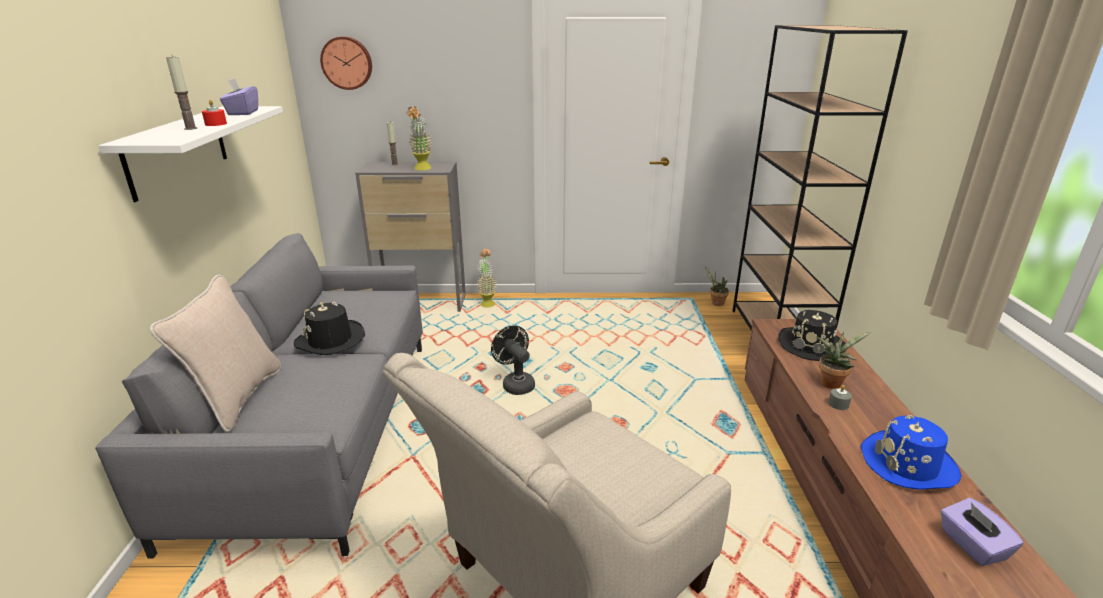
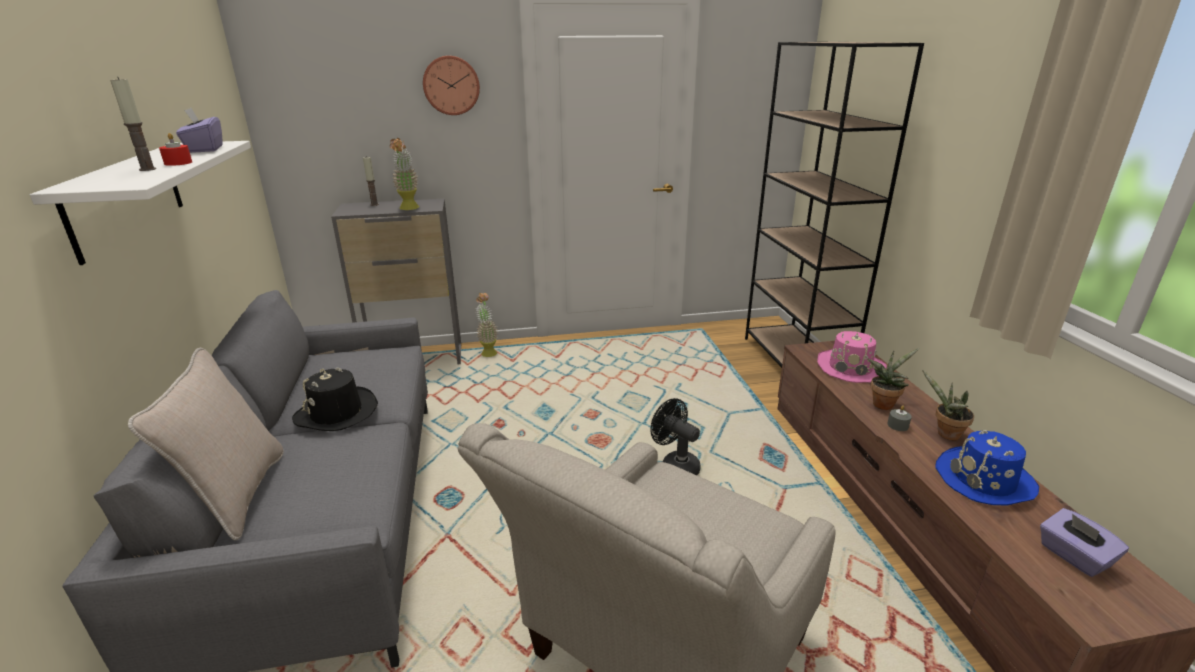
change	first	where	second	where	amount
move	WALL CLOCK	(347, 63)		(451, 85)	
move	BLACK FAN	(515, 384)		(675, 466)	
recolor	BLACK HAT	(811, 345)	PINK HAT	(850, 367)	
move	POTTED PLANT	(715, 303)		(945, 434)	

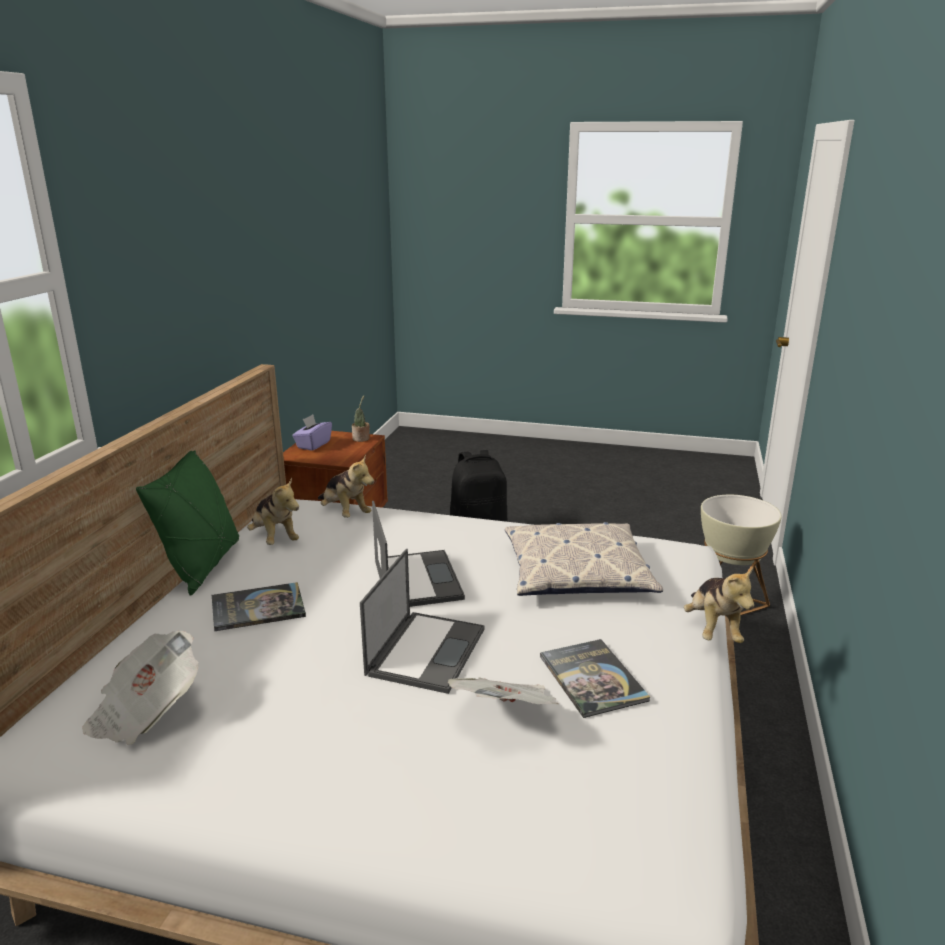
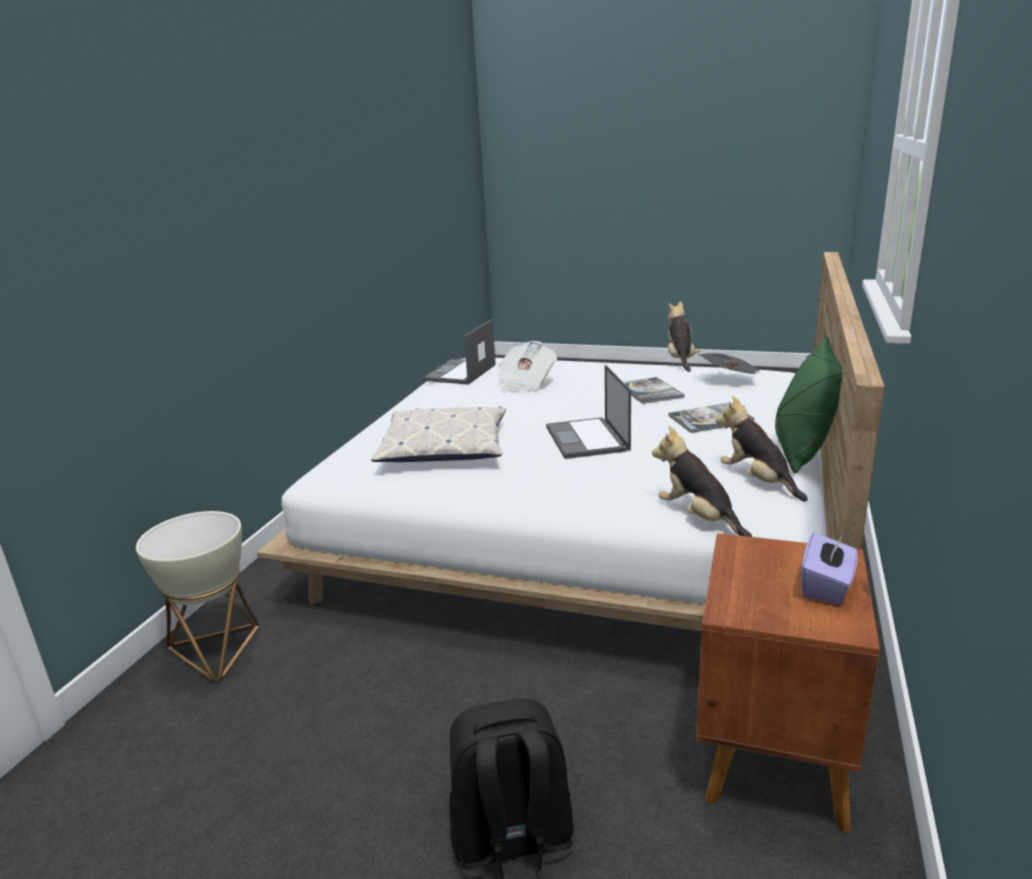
change	first	where	second	where	amount
move	LAPTOP	(426, 650)		(460, 373)	
move	BOOK	(592, 678)		(649, 391)	
move	PLUSH TOY	(713, 629)		(680, 360)	
delete	POTTED PLANT	(361, 439)			

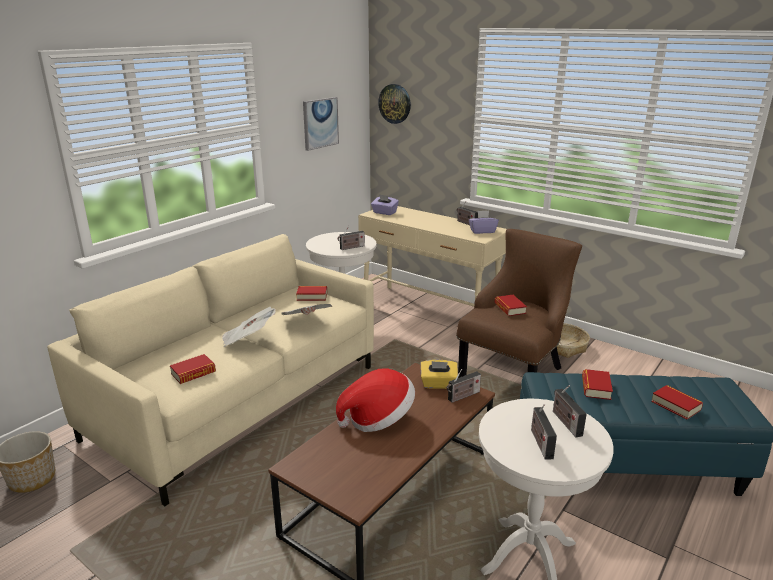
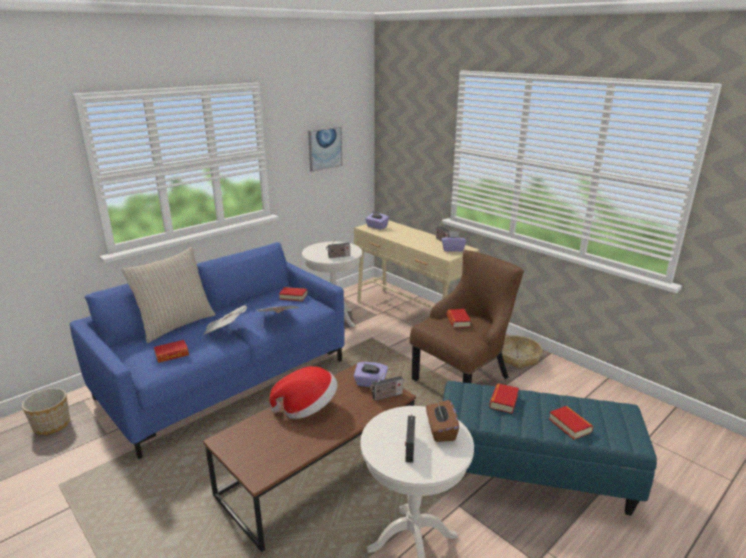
change	first	where	second	where	amount
recolor	BEIGE SOFA	(239, 401)	BLUE SOFA	(225, 379)	
insert			BEIGE PILLOW	(176, 324)	
recolor	YELLOW TISSUE BOX	(438, 384)	PURPLE TISSUE BOX	(370, 383)	
replace	RADIO	(565, 422)	BROWN TISSUE BOX	(440, 431)	
delete	WALL CLOCK	(395, 103)			

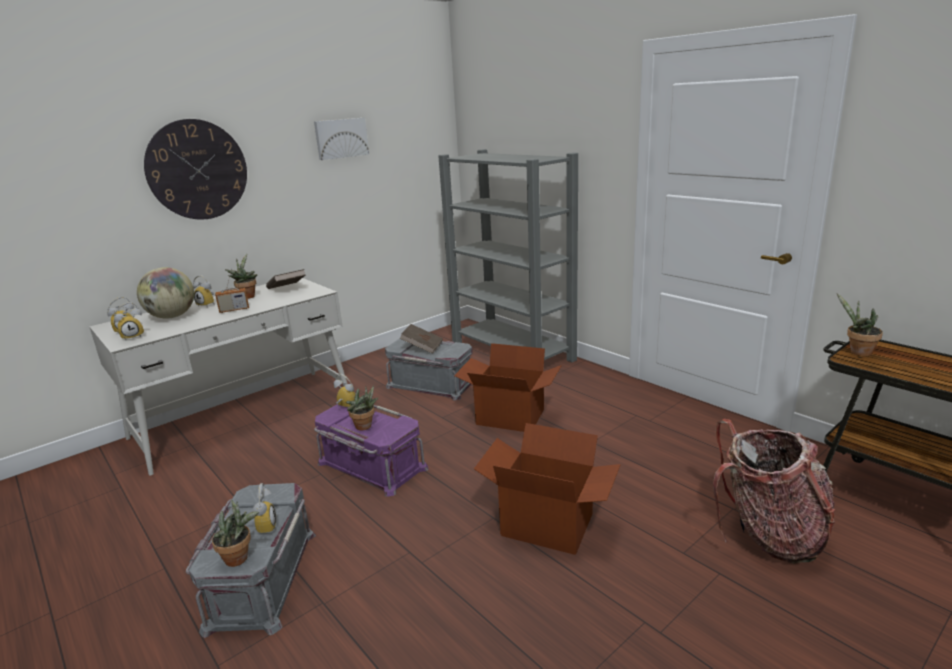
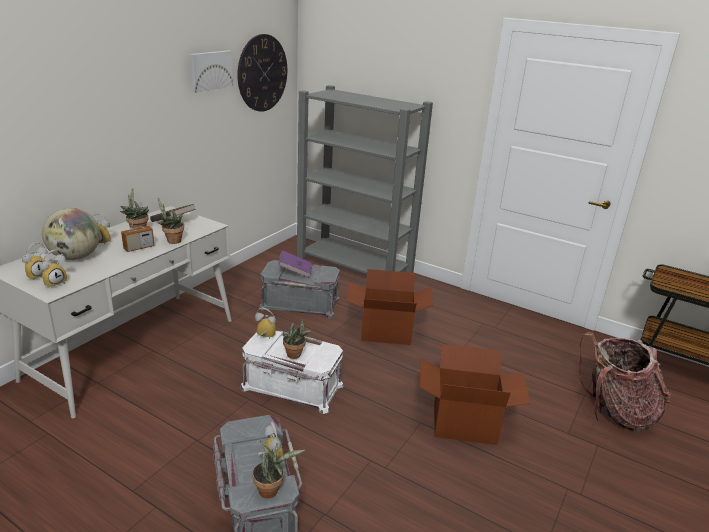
change	first	where	second	where	amount
move	POTTED PLANT	(857, 352)		(172, 241)	
move	WALL CLOCK	(197, 170)		(262, 73)	
recolor	PURPLE STORAGE BOX	(370, 466)	WHITE STORAGE BOX	(291, 387)	
recolor	BROWN BOOK	(422, 347)	PURPLE BOOK	(295, 271)	

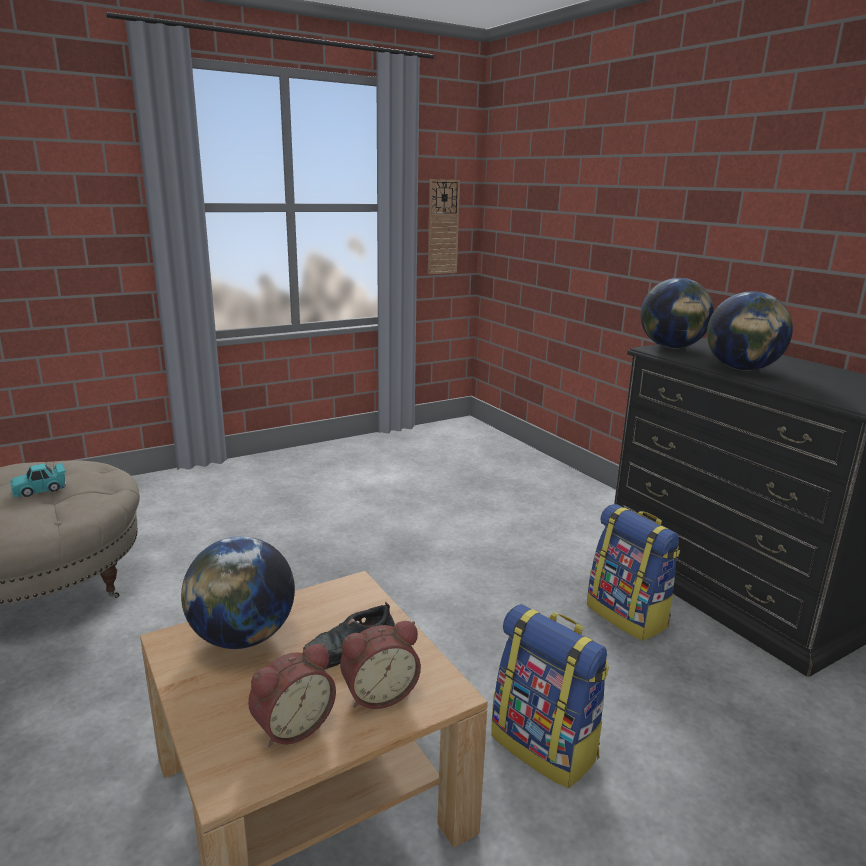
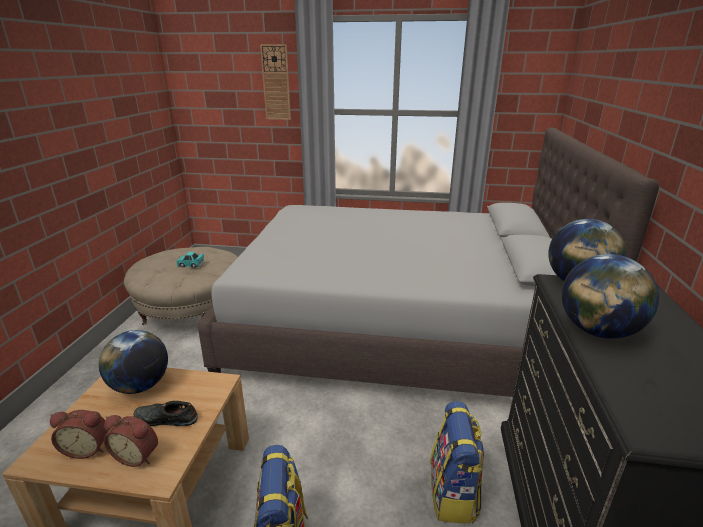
change	first	where	second	where	amount
insert			GREY BED	(396, 326)	
move	WALL CLOCK	(442, 227)		(276, 83)	

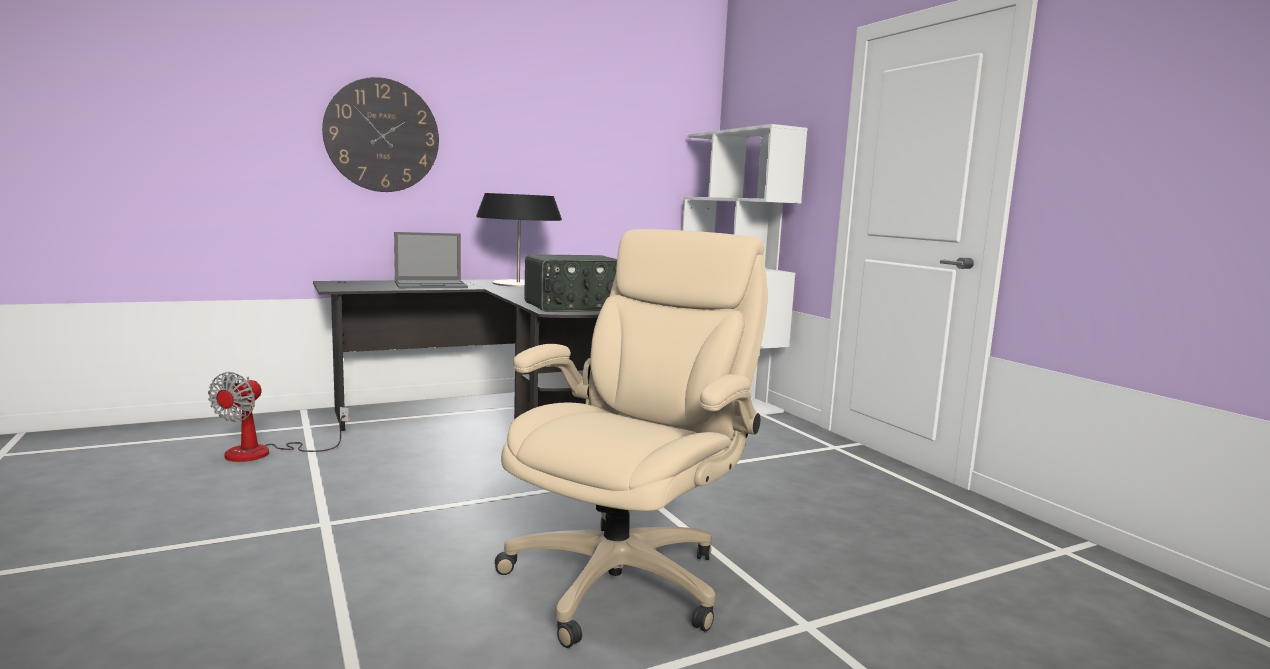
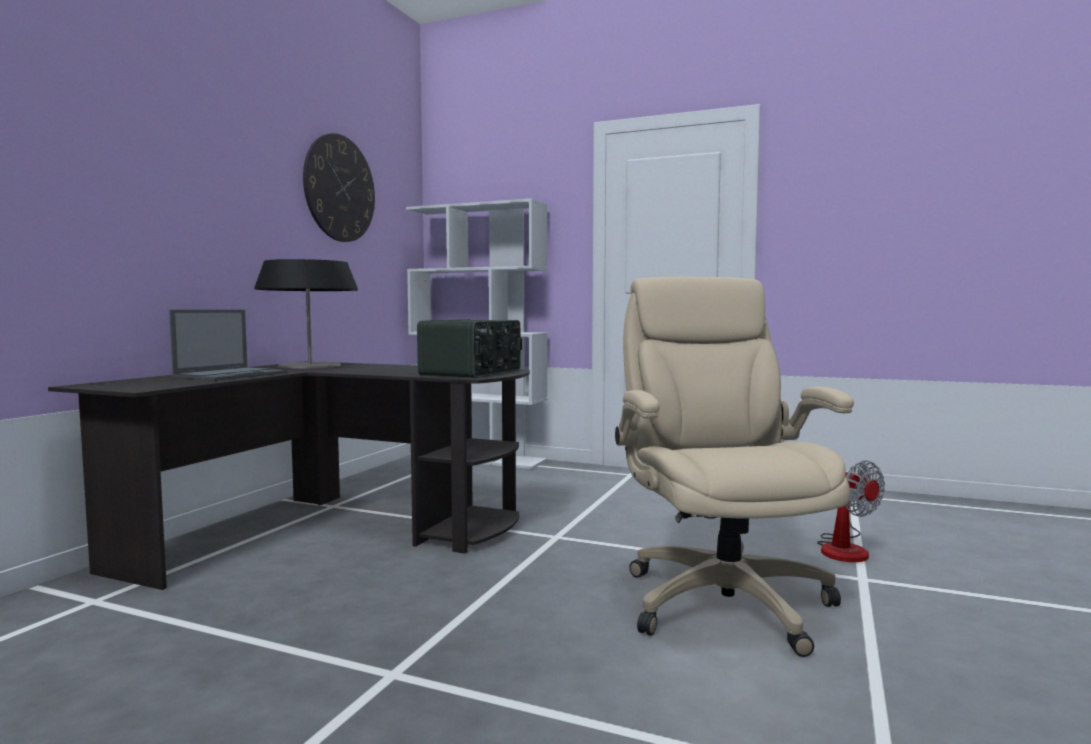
change	first	where	second	where	amount
move	WALL CLOCK	(382, 135)		(340, 188)	
move	FAN	(264, 453)		(844, 548)	

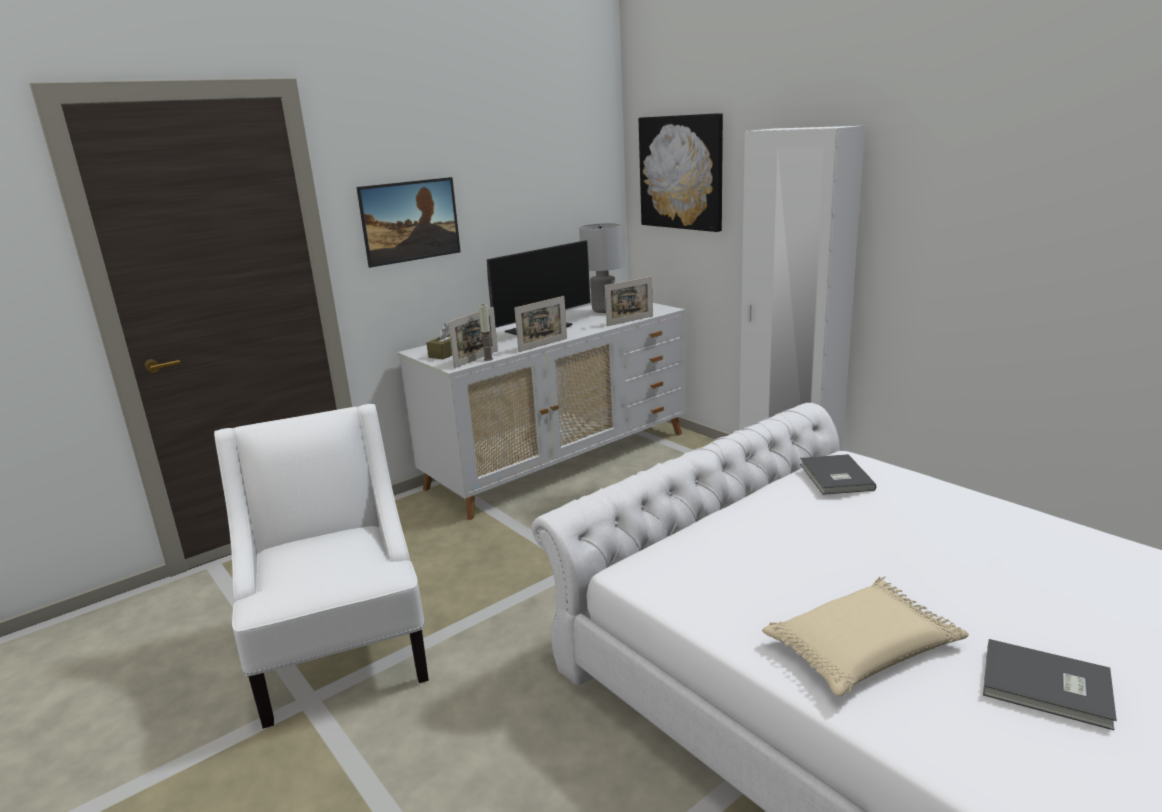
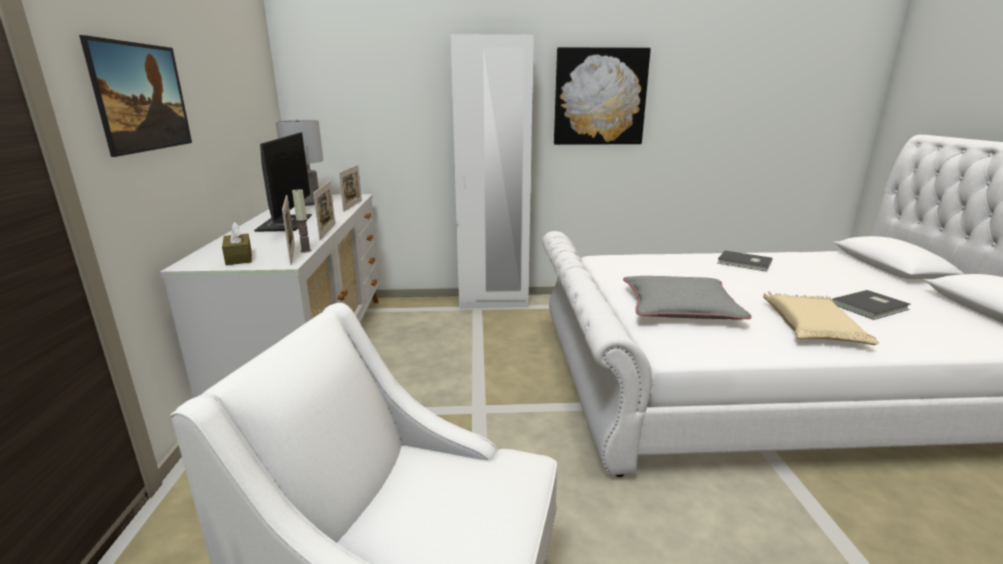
change	first	where	second	where	amount
move	PICTURE	(681, 172)		(599, 97)	
insert			GREY PILLOW	(680, 308)	
move	GREY BOOK	(834, 477)		(745, 263)	

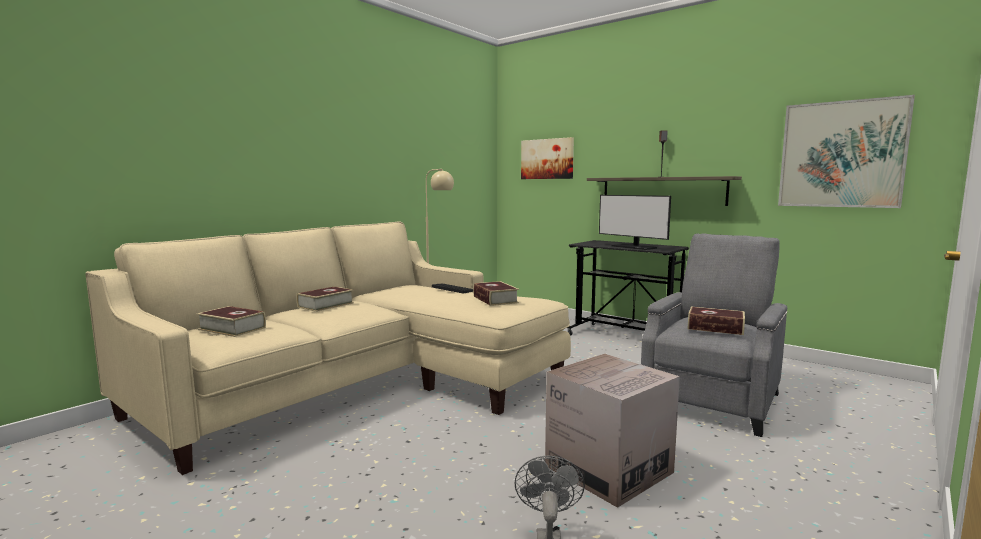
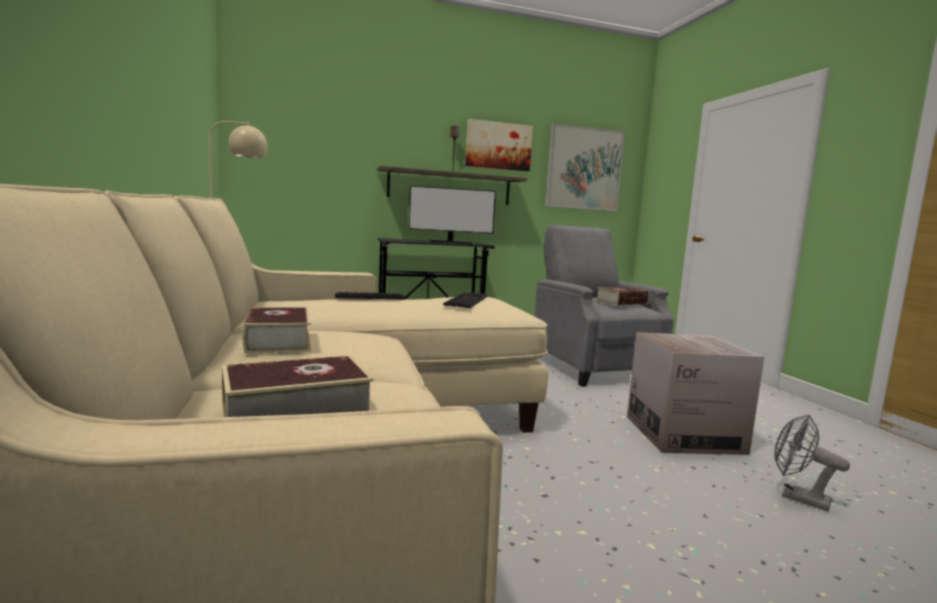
change	first	where	second	where	amount
replace	BOOK	(495, 299)	KEYBOARD	(465, 300)	
move	PICTURE	(547, 159)		(498, 146)	

